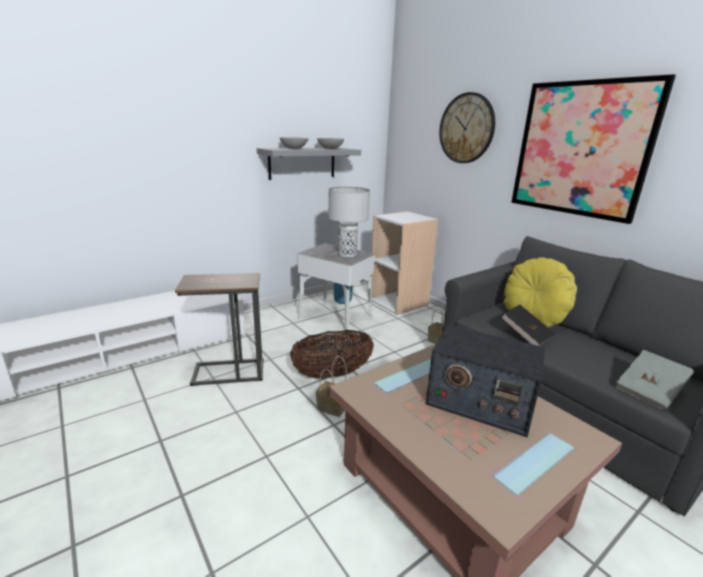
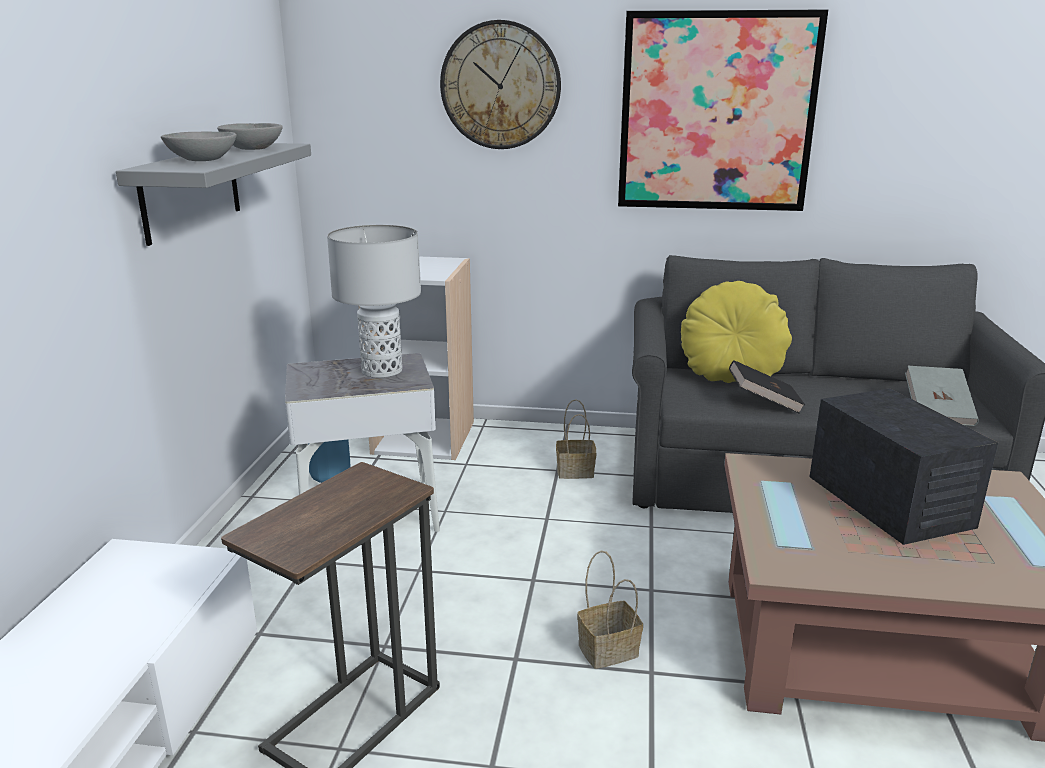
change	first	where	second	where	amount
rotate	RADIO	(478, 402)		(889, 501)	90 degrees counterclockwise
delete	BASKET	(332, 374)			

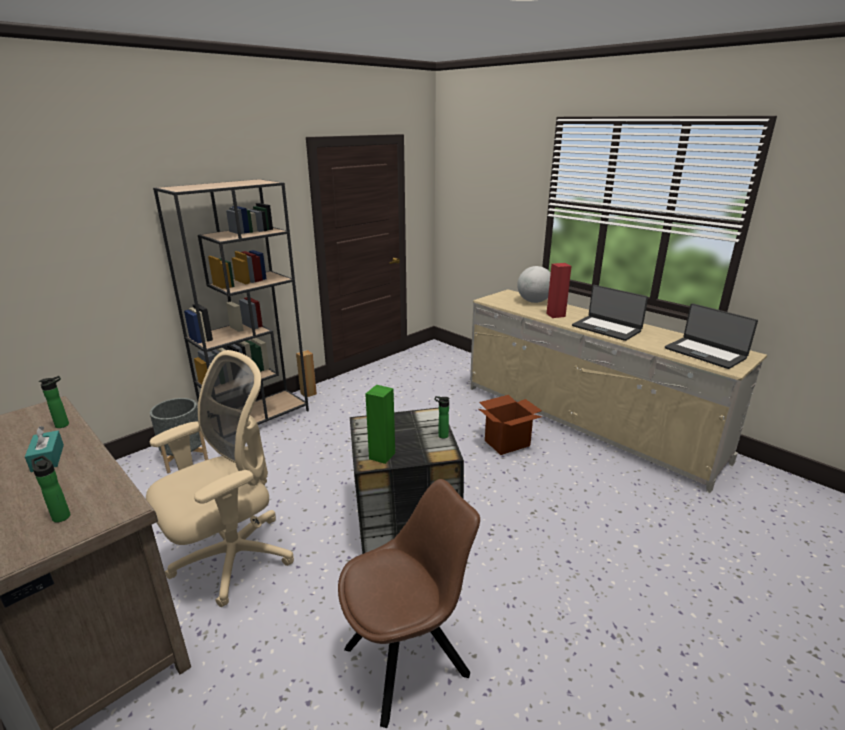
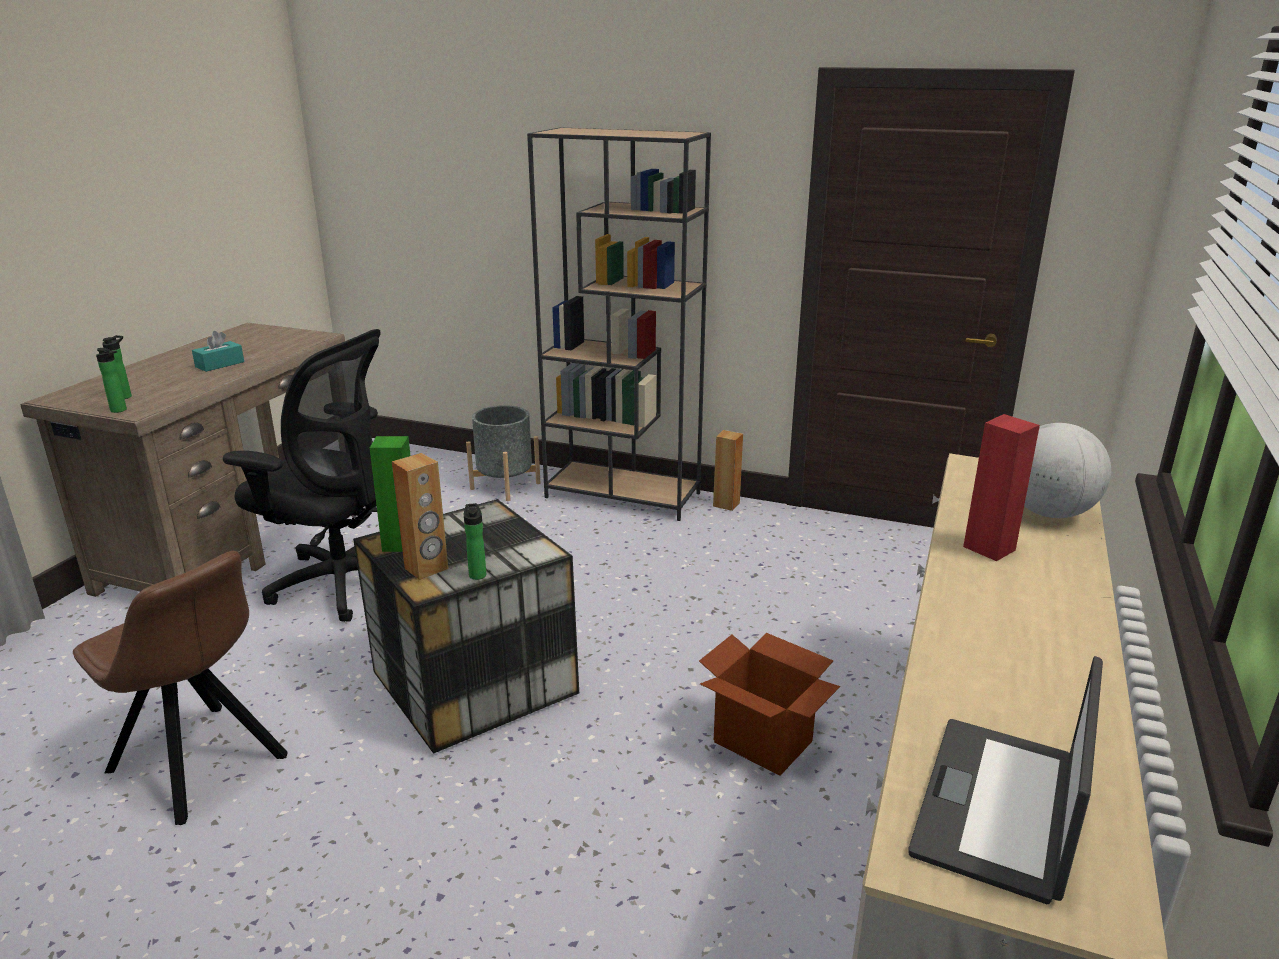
change	first	where	second	where	amount
move	BOTTLE	(64, 424)		(120, 410)	
recolor	BEIGE OFFICE CHAIR	(228, 562)	BLACK OFFICE CHAIR	(335, 582)	
insert			BROWN SPEAKER	(426, 569)	
delete	LAPTOP	(606, 328)			

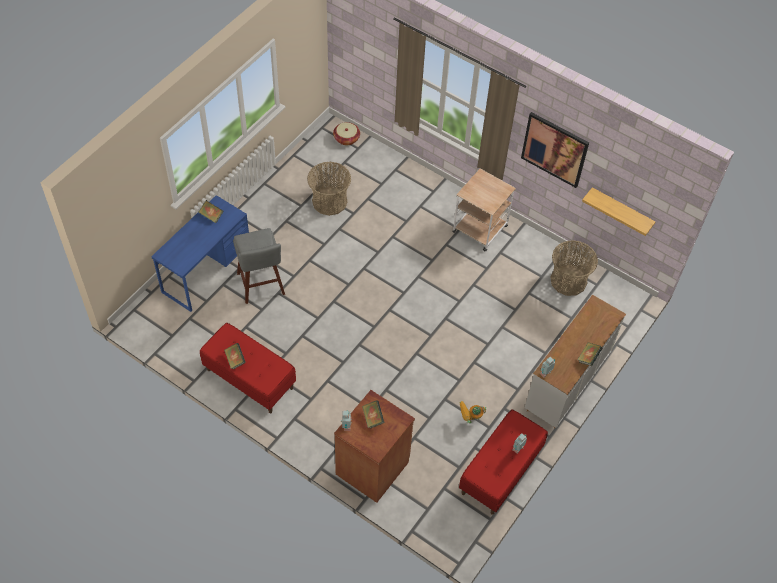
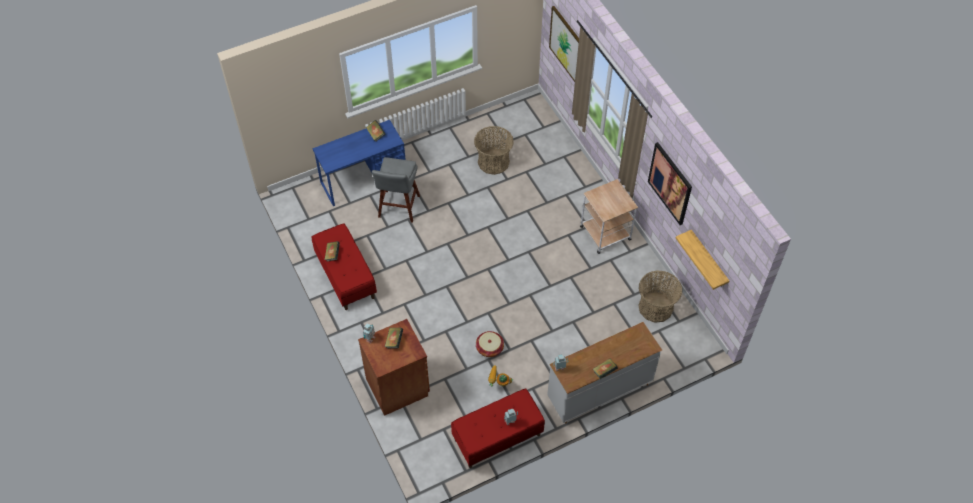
change	first	where	second	where	amount
move	BASKET	(346, 138)		(489, 348)	
insert			PICTURE	(566, 44)	

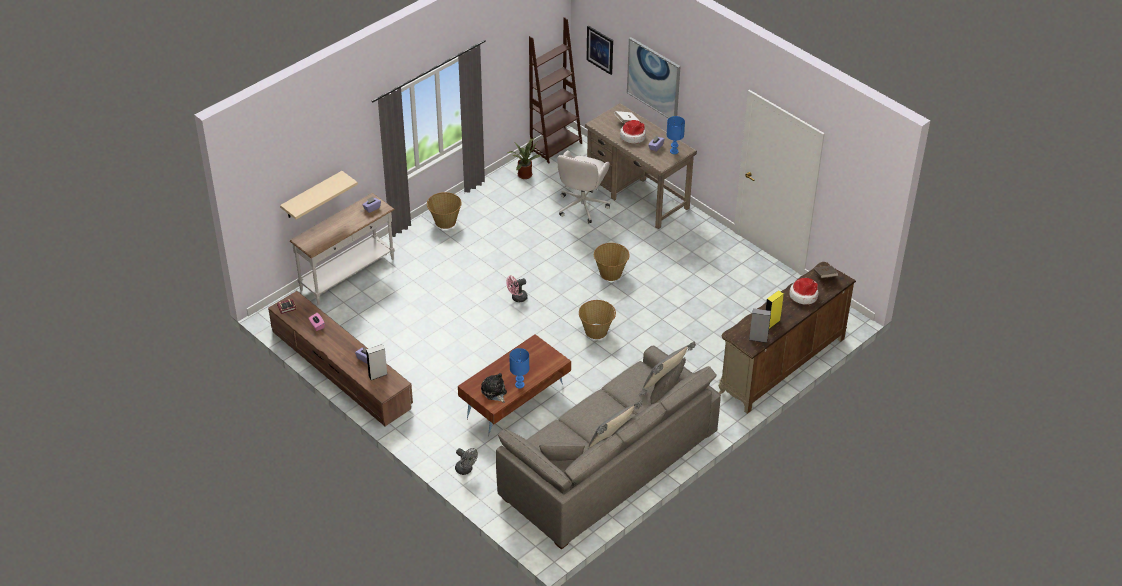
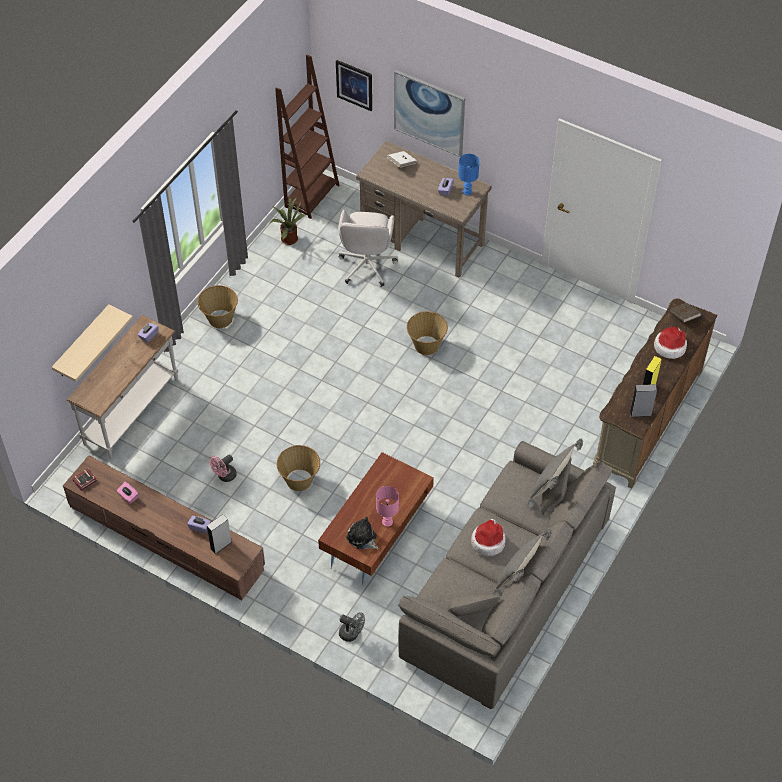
change	first	where	second	where	amount
move	PINK FAN	(517, 298)		(224, 476)	
move	BASKET	(596, 331)		(299, 480)	
recolor	BLUE TABLE LAMP	(520, 384)	PINK TABLE LAMP	(387, 521)	
move	HAT	(633, 136)		(488, 541)	

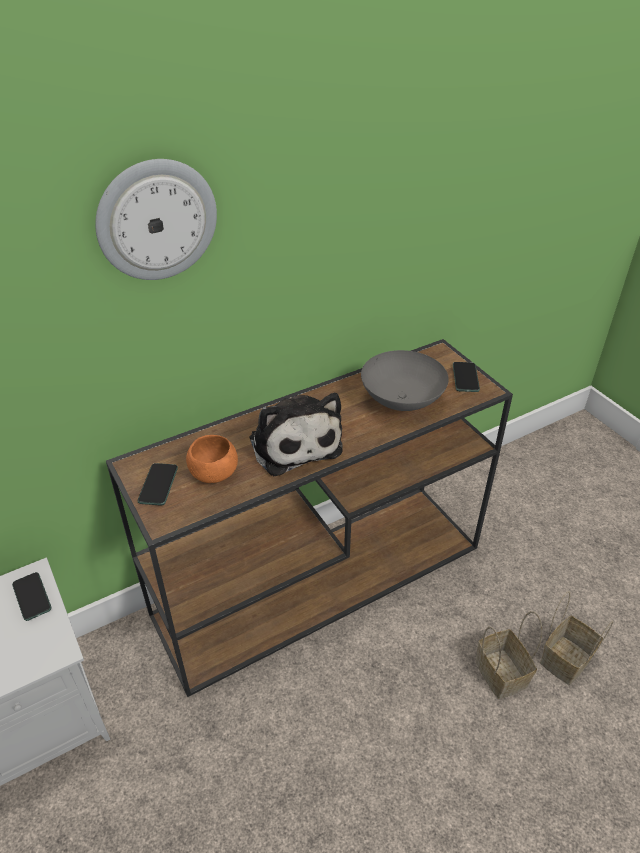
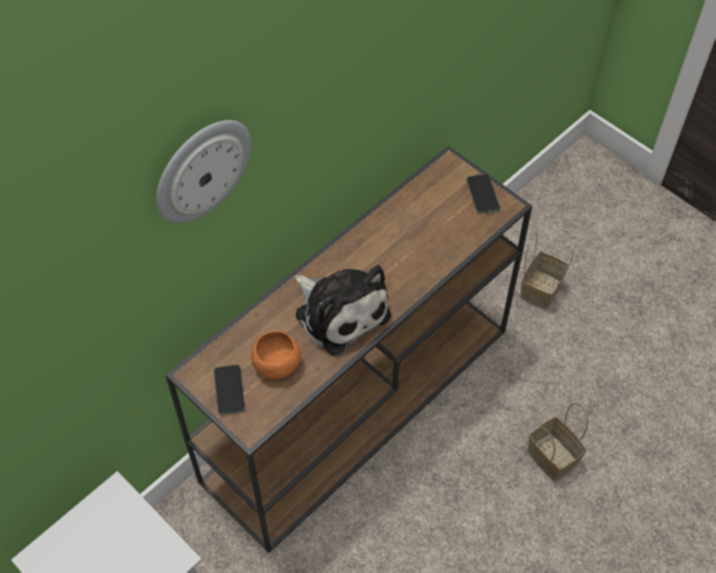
change	first	where	second	where	amount
move	BASKET	(565, 658)		(540, 288)	
delete	PHONE	(32, 597)			
delete	GREY BOWL	(402, 400)			

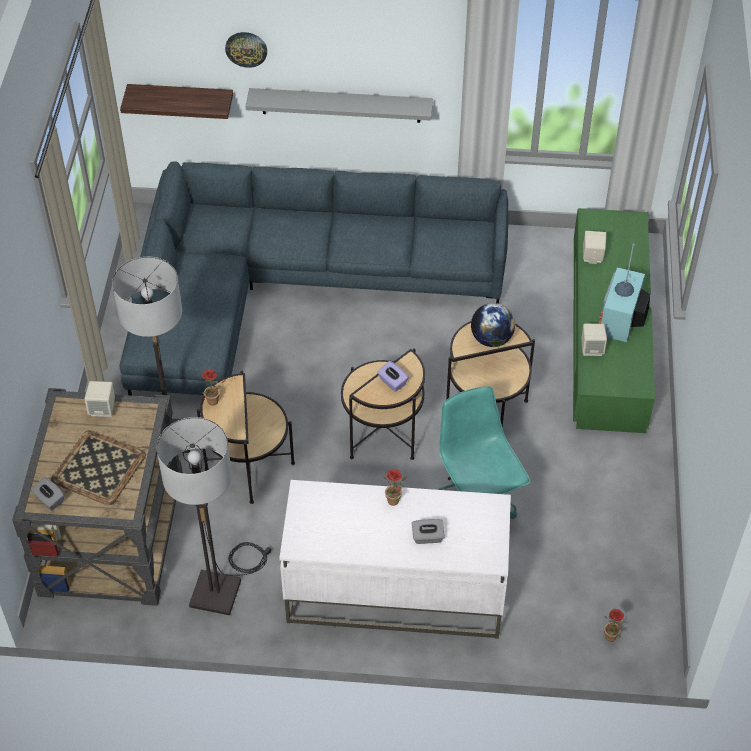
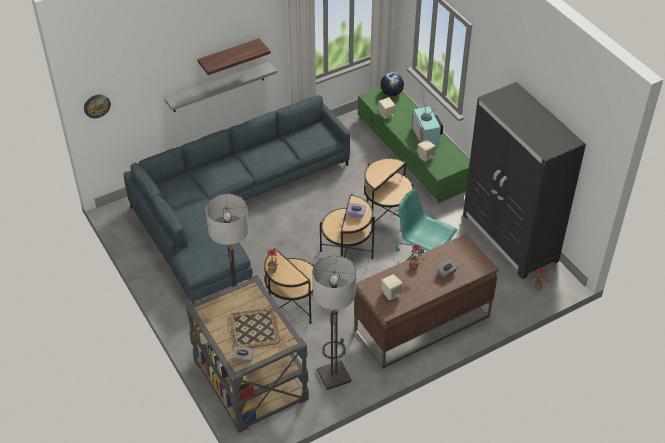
change	first	where	second	where	amount
move	WALL CLOCK	(246, 49)		(96, 105)	
move	SHELF	(181, 99)		(229, 56)	
recolor	WHITE DESK	(394, 592)	BROWN DESK	(421, 324)	
move	GLOBE	(491, 339)		(391, 93)	
move	BEIGE SPEAKER	(102, 409)		(391, 293)	
insert			BLACK CABINET	(509, 238)	

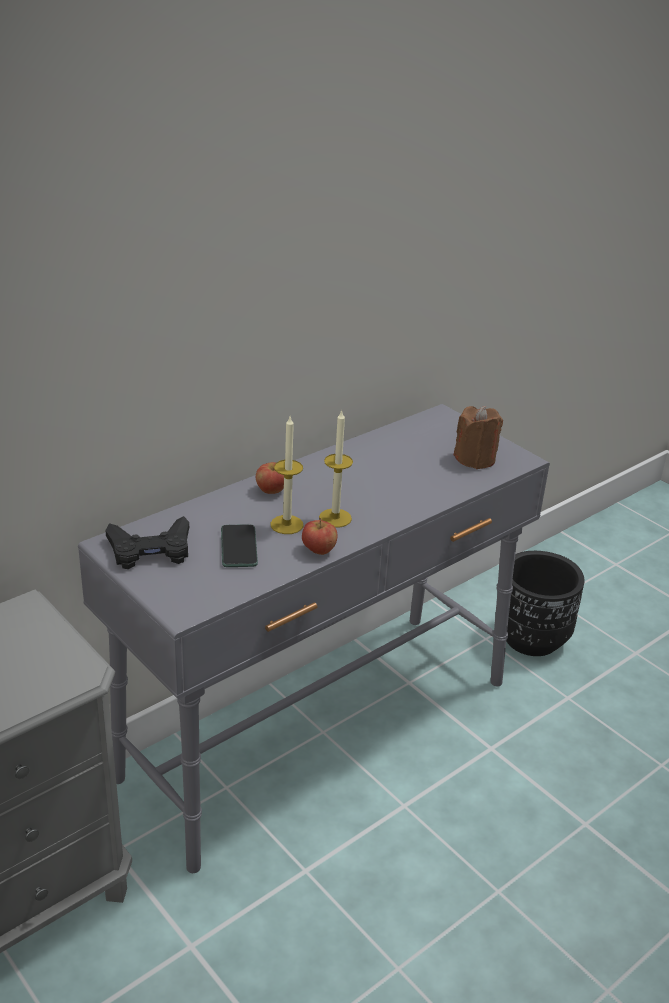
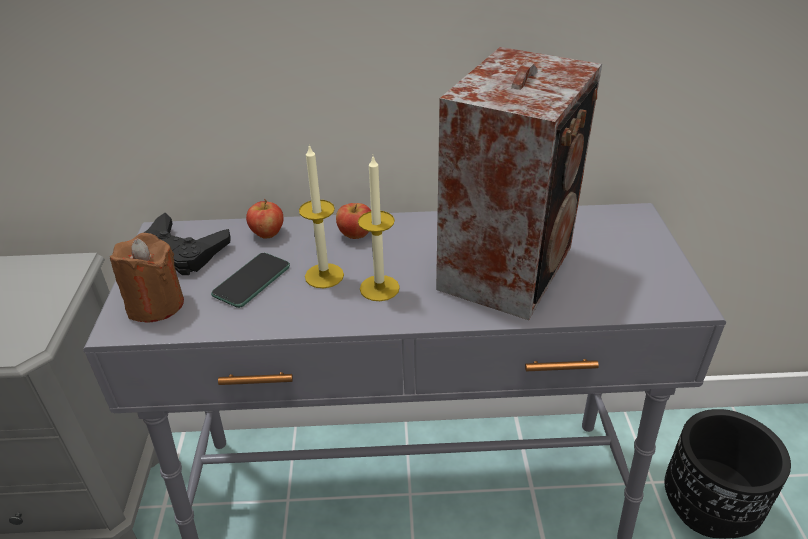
change	first	where	second	where	amount
move	BROWN CANDLE	(475, 459)		(156, 304)	
move	APPLE	(319, 550)		(267, 233)	
insert			SPEAKER	(509, 266)	

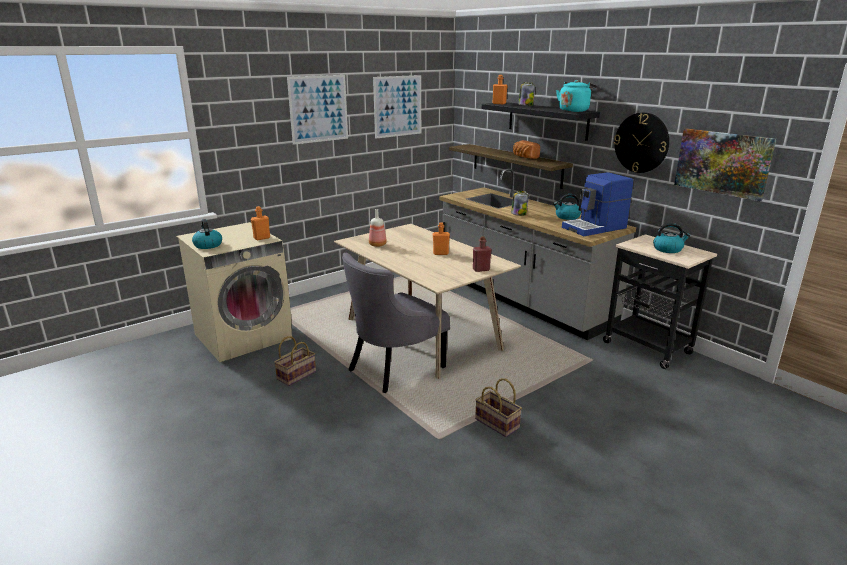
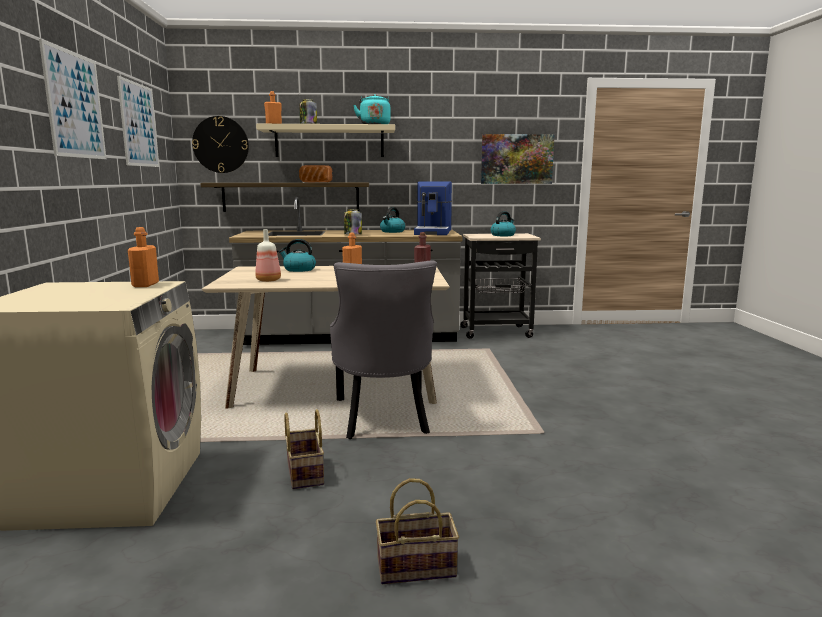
change	first	where	second	where	amount
move	WALL CLOCK	(641, 142)		(221, 144)	
recolor	BLACK SHELF	(547, 120)	BEIGE SHELF	(329, 142)	
move	KETTLE	(208, 245)		(299, 269)	
move	BASKET	(498, 423)		(418, 566)	

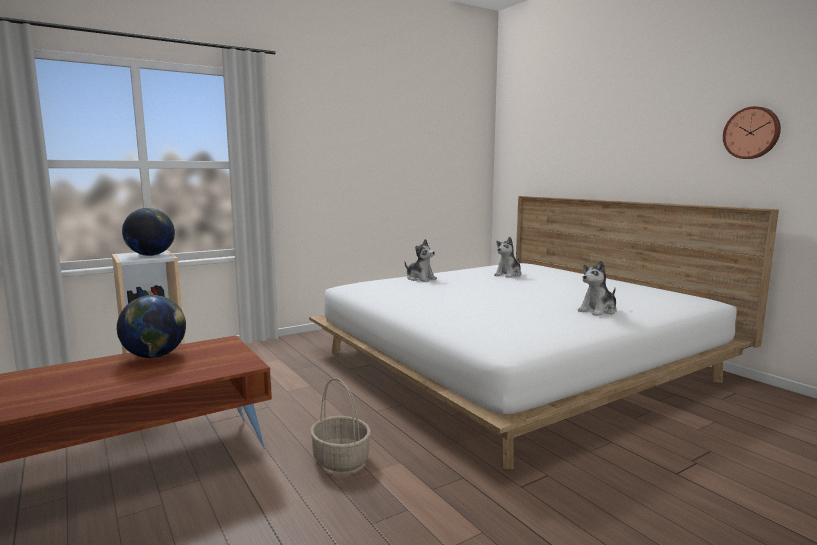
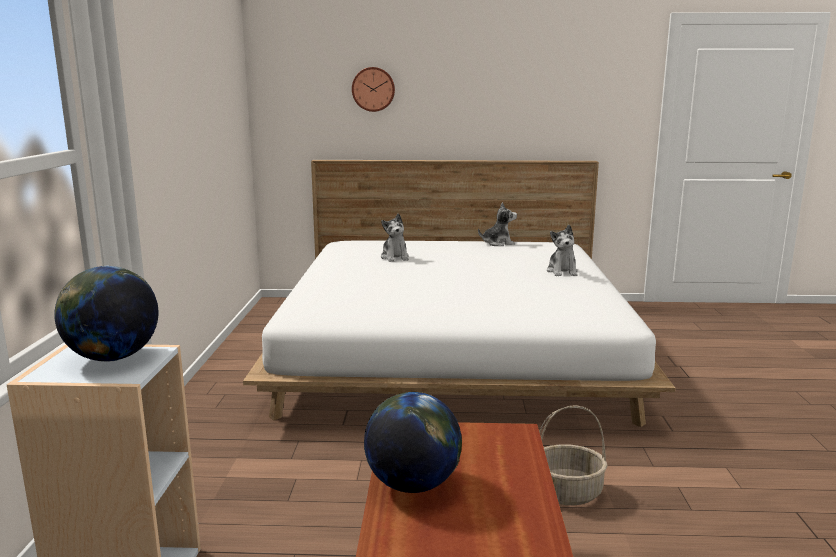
change	first	where	second	where	amount
move	WALL CLOCK	(752, 133)		(373, 89)	
move	PLUSH TOY	(420, 279)		(497, 243)	

